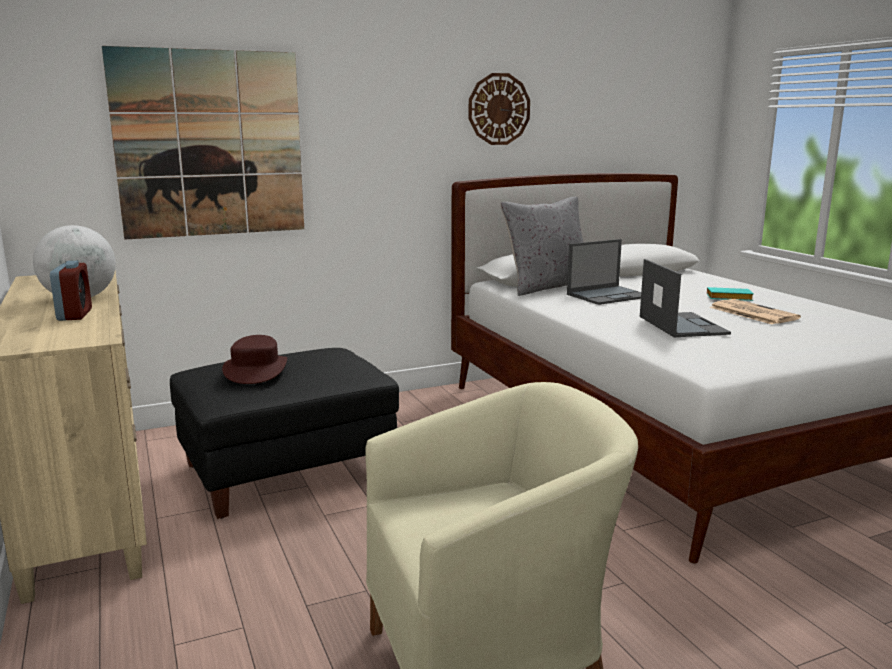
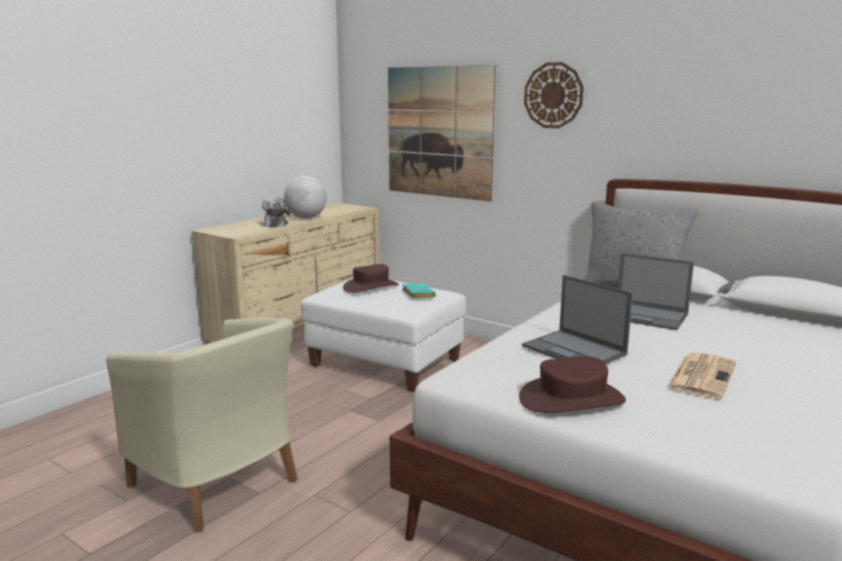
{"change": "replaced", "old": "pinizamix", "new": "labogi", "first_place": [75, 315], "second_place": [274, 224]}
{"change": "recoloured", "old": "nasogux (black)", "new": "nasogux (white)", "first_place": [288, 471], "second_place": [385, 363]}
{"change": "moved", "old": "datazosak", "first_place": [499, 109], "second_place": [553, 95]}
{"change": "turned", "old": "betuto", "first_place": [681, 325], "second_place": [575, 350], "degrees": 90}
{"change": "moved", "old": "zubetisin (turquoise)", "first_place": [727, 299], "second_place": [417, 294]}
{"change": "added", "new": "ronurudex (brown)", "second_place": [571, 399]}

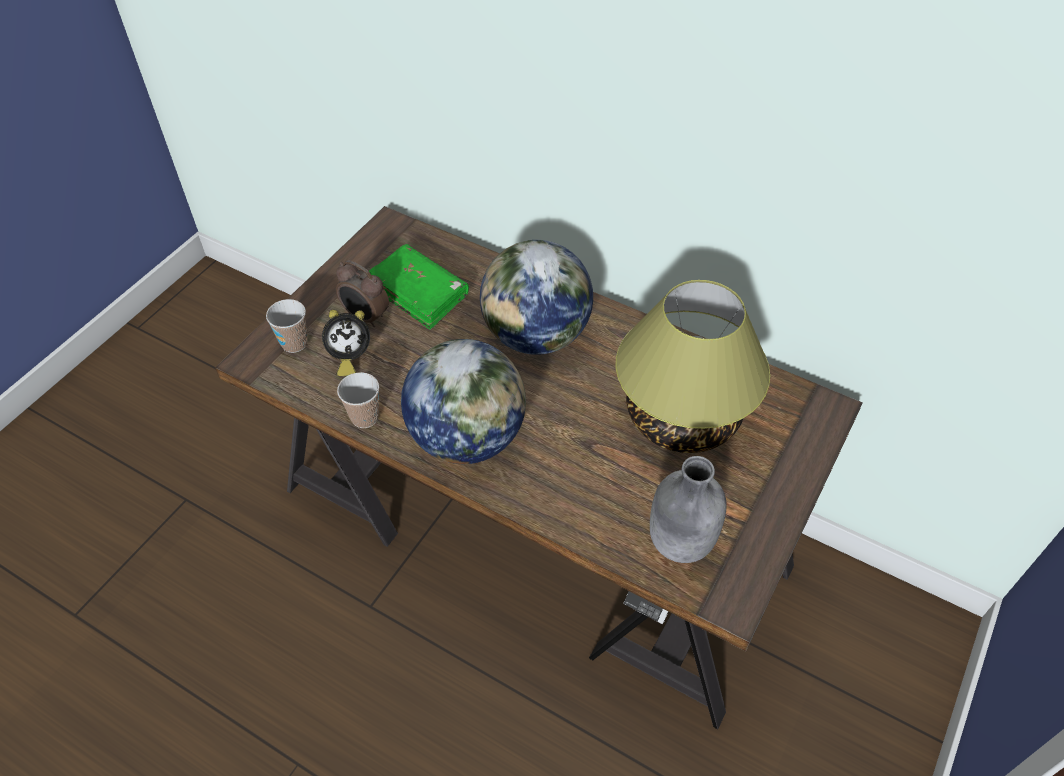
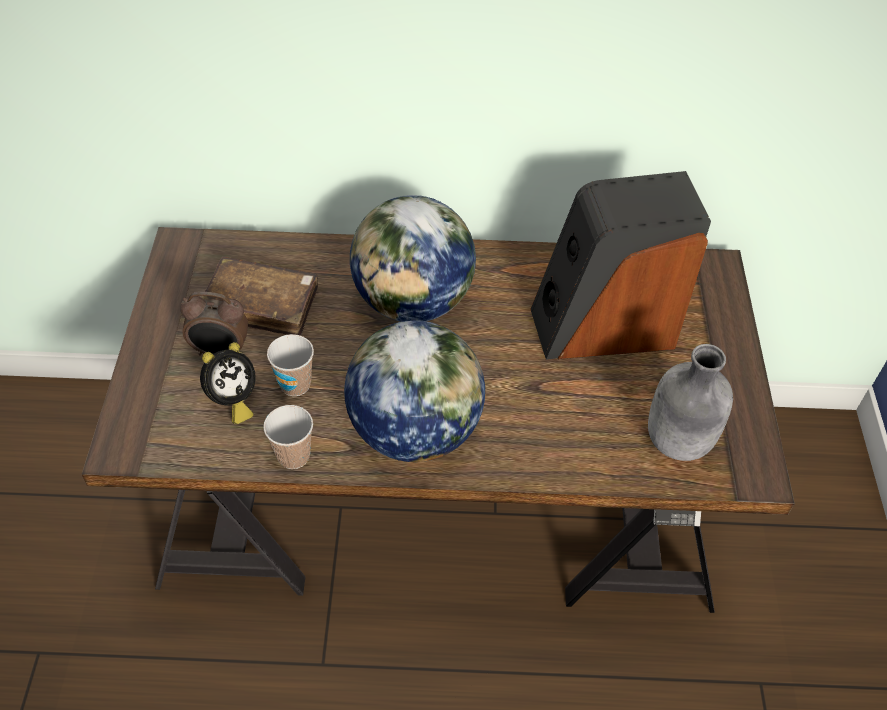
{"change": "moved", "old": "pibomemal", "first_place": [294, 343], "second_place": [295, 384]}
{"change": "recoloured", "old": "zubetisin (green)", "new": "zubetisin (brown)", "first_place": [419, 294], "second_place": [262, 305]}
{"change": "replaced", "old": "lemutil", "new": "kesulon", "first_place": [683, 418], "second_place": [602, 326]}

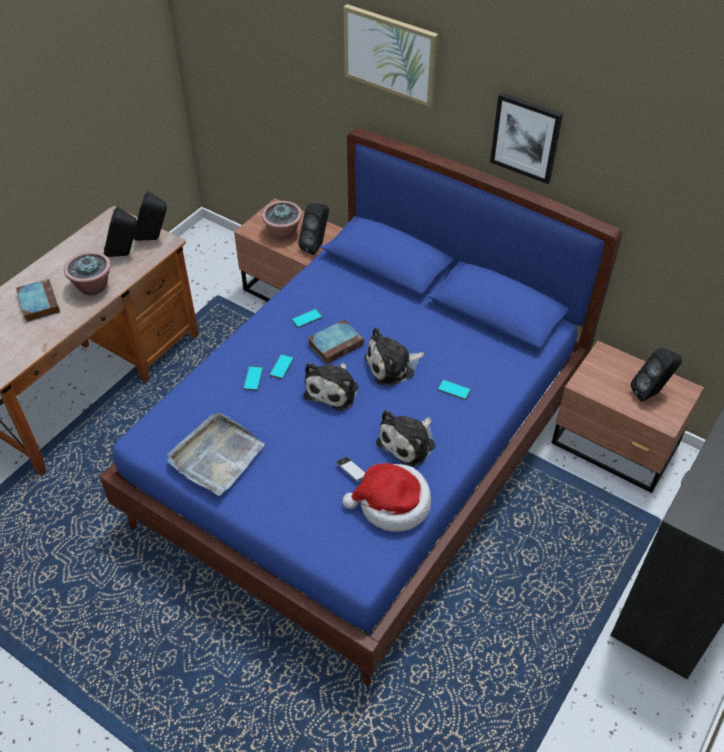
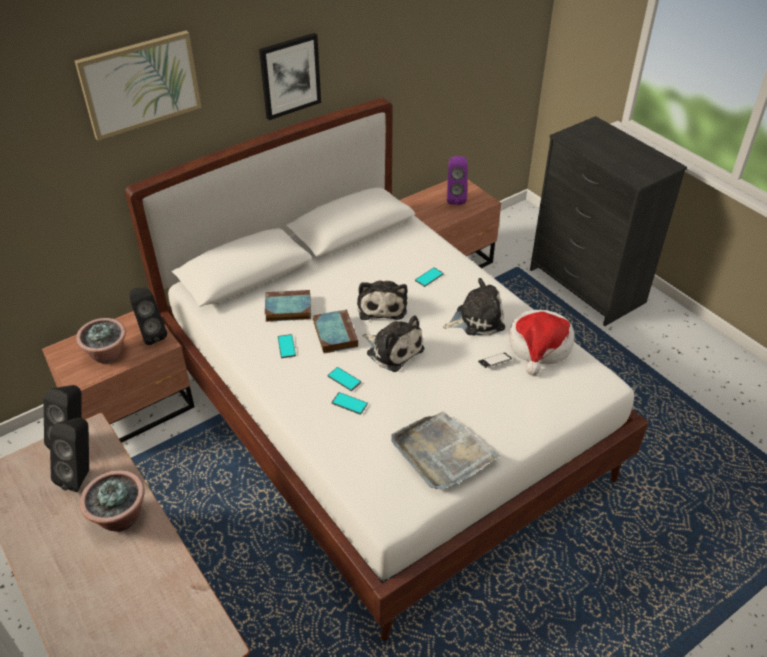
{"change": "moved", "old": "zubetisin", "first_place": [38, 303], "second_place": [287, 309]}
{"change": "recoloured", "old": "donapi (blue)", "new": "donapi (white)", "first_place": [363, 459], "second_place": [383, 418]}
{"change": "turned", "old": "labogi", "first_place": [409, 443], "second_place": [476, 319], "degrees": -75}
{"change": "recoloured", "old": "kesulon (black)", "new": "kesulon (purple)", "first_place": [650, 393], "second_place": [455, 198]}

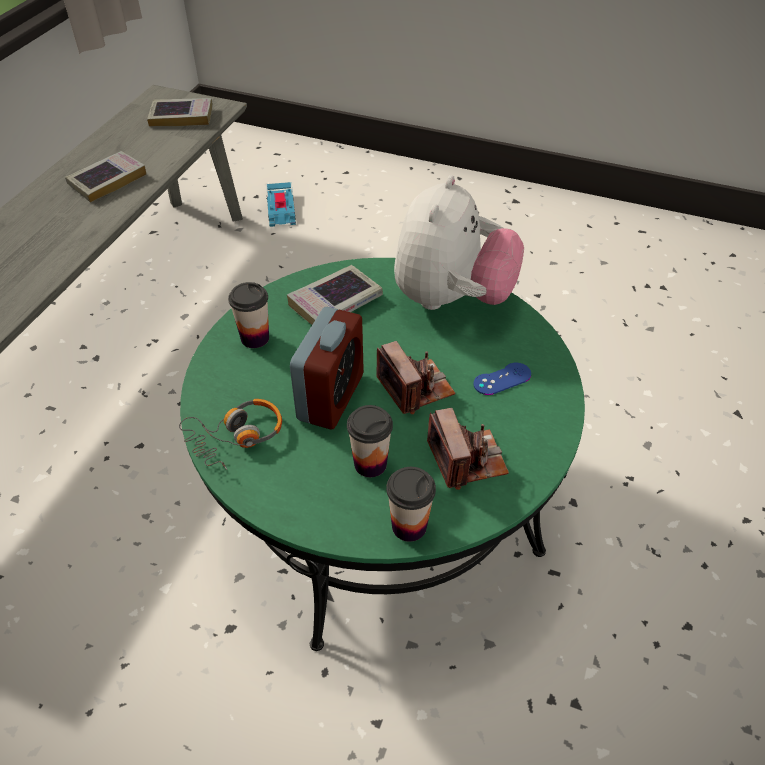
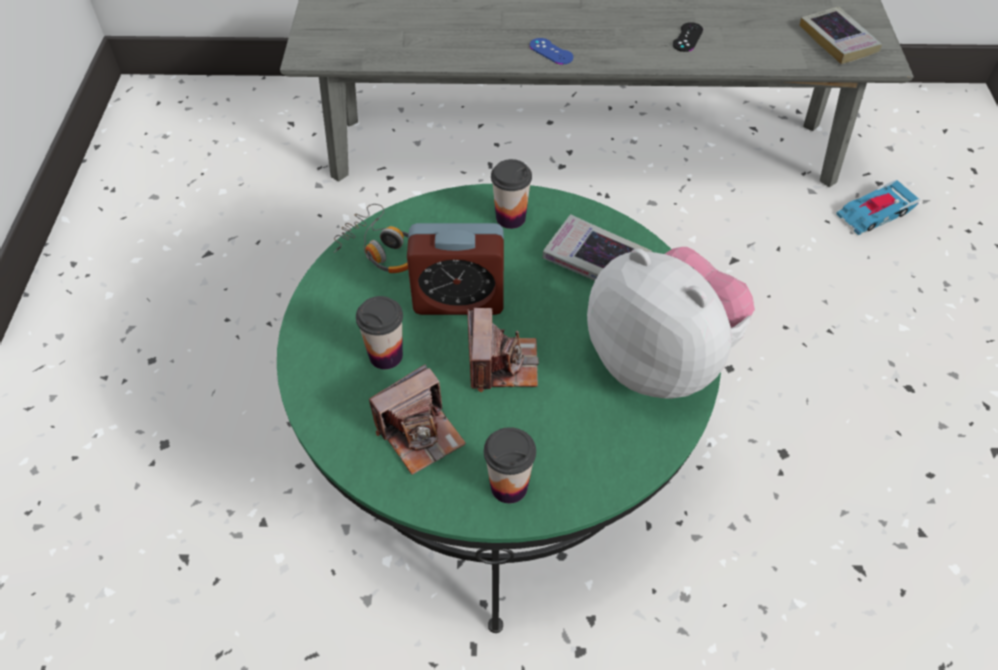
{"change": "replaced", "old": "zubetisin", "new": "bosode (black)", "first_place": [108, 181], "second_place": [687, 37]}
{"change": "turned", "old": "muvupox", "first_place": [415, 387], "second_place": [502, 364], "degrees": -45}
{"change": "moved", "old": "pibomemal", "first_place": [409, 526], "second_place": [509, 486]}
{"change": "turned", "old": "labogi", "first_place": [452, 299], "second_place": [660, 360], "degrees": -135}
{"change": "moved", "old": "bosode (blue)", "first_place": [502, 379], "second_place": [551, 51]}

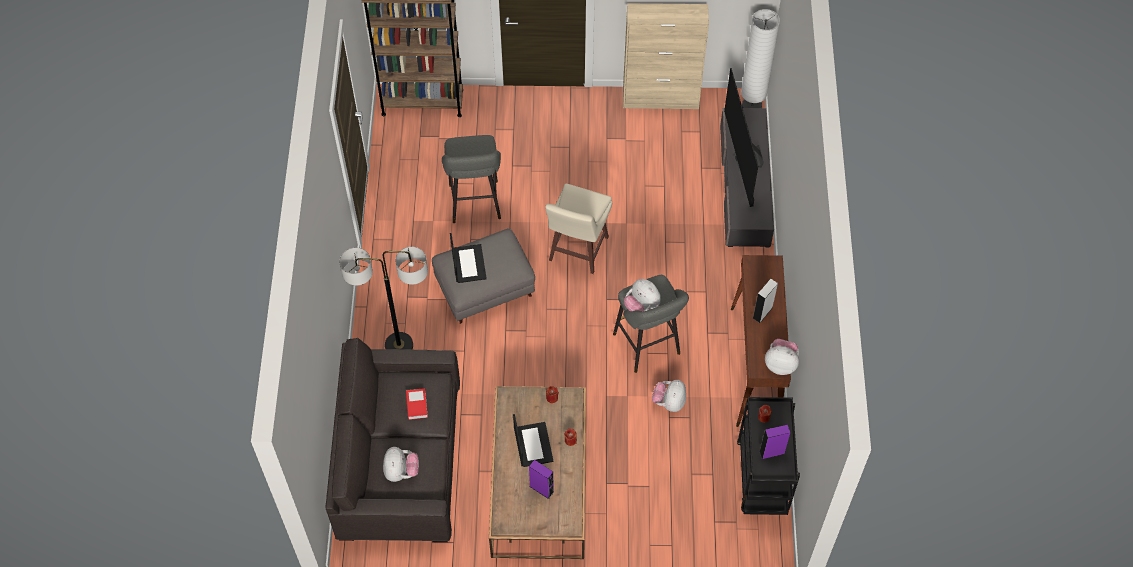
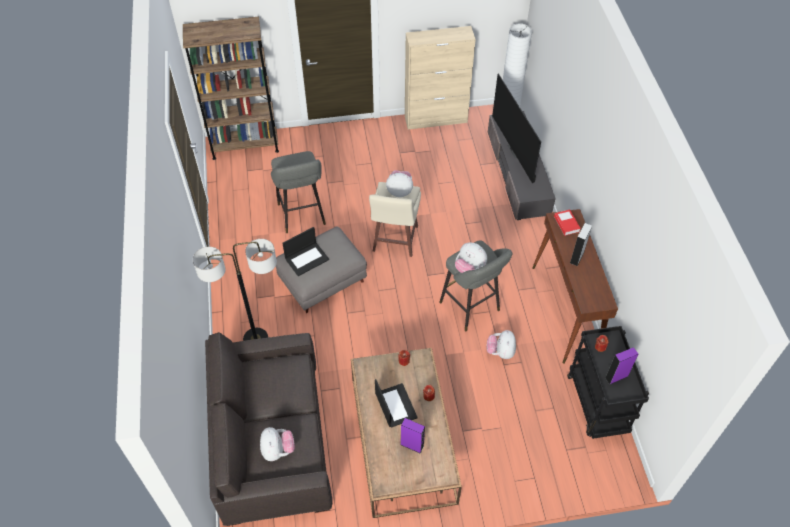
{"change": "moved", "old": "zubetisin", "first_place": [417, 405], "second_place": [566, 224]}
{"change": "turned", "old": "betuto", "first_place": [468, 263], "second_place": [307, 258], "degrees": 75}
{"change": "moved", "old": "labogi", "first_place": [780, 364], "second_place": [399, 191]}

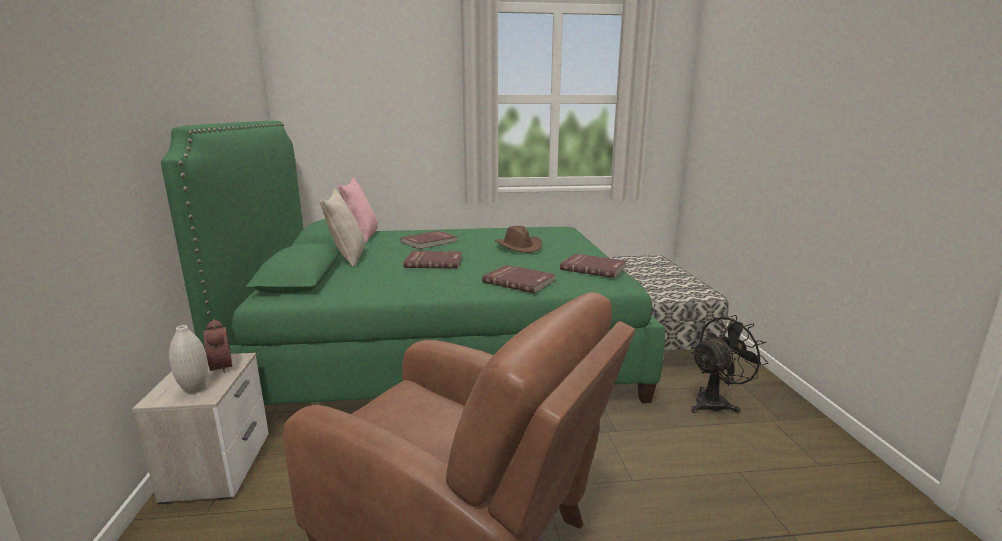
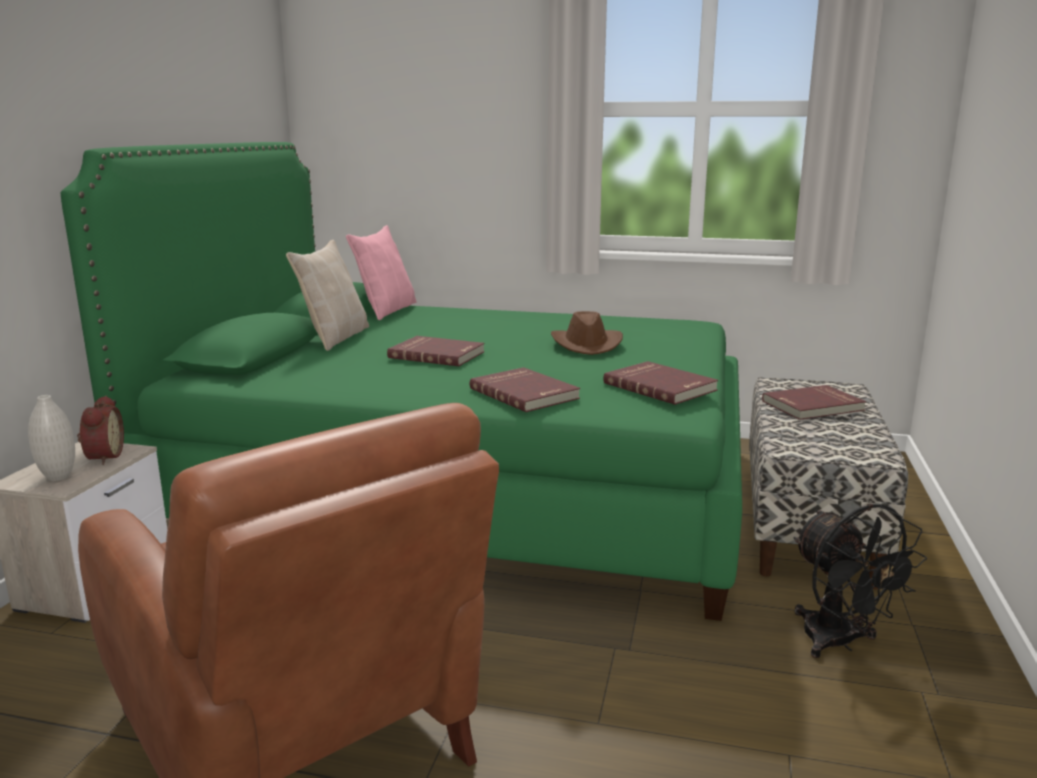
{"change": "moved", "old": "zubetisin (red)", "first_place": [429, 242], "second_place": [813, 406]}
{"change": "turned", "old": "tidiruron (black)", "first_place": [716, 402], "second_place": [839, 643], "degrees": 75}

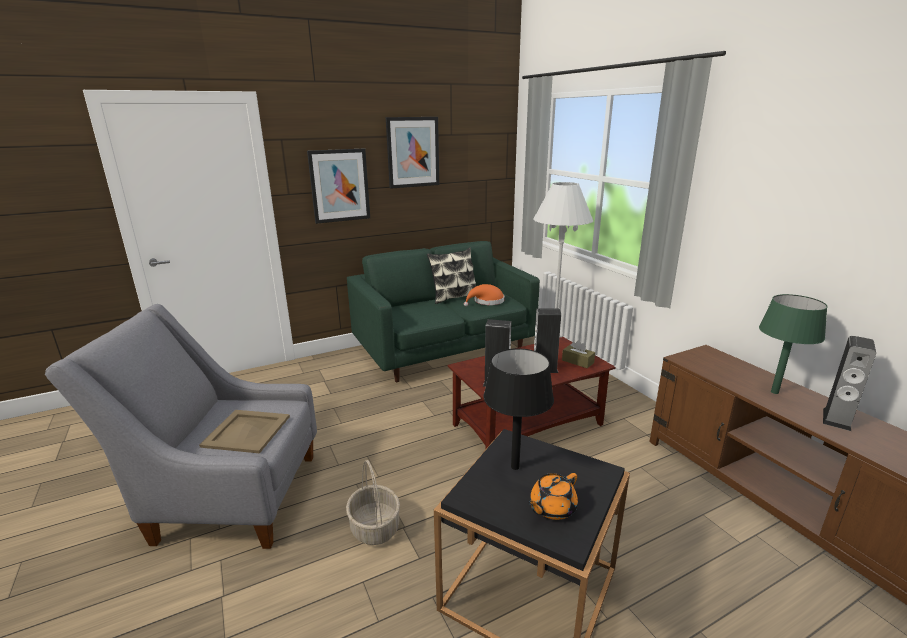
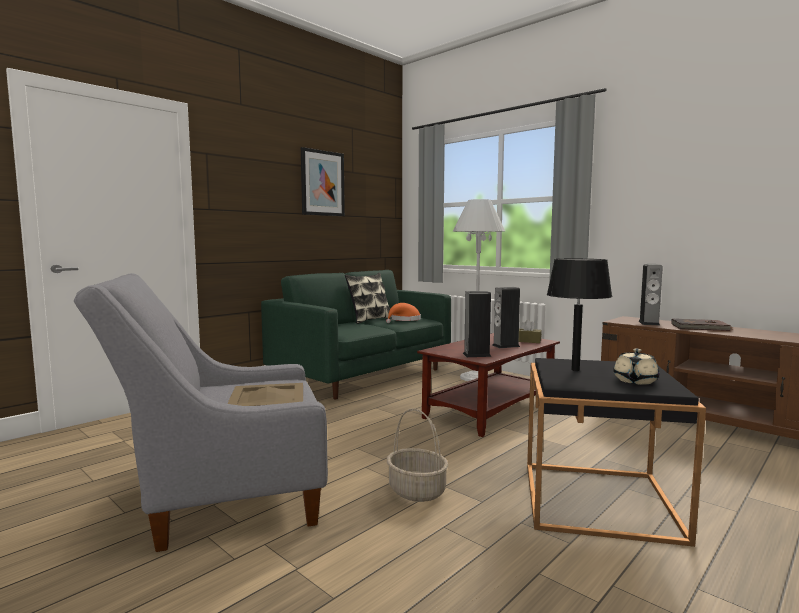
{"change": "removed", "old": "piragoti", "first_place": [339, 185]}
{"change": "recoloured", "old": "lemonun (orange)", "new": "lemonun (beige)", "first_place": [552, 508], "second_place": [635, 381]}
{"change": "replaced", "old": "lemutil (green)", "new": "zubetisin (brown)", "first_place": [774, 392], "second_place": [700, 327]}
{"change": "moved", "old": "kesulon", "first_place": [836, 419], "second_place": [649, 323]}

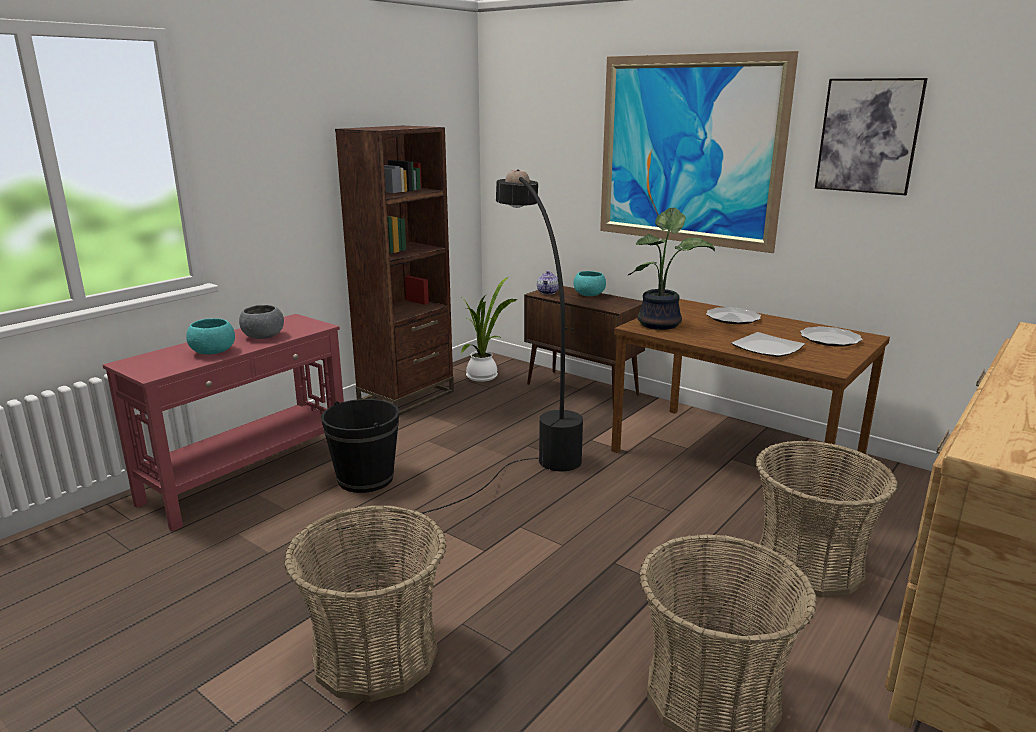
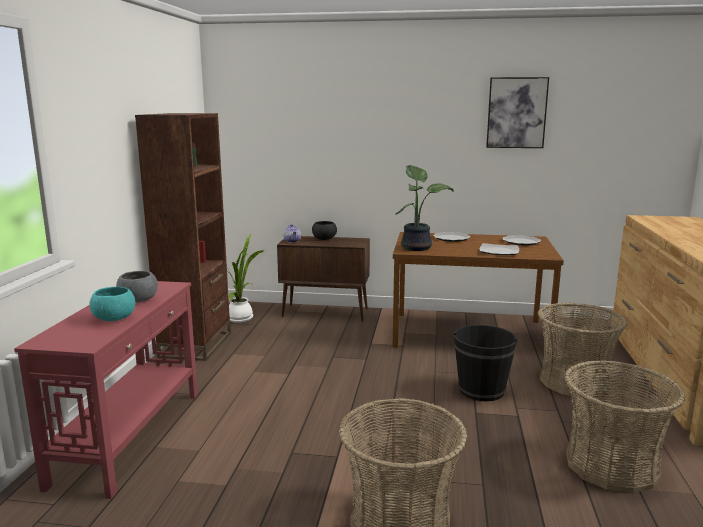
{"change": "moved", "old": "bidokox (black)", "first_place": [365, 479], "second_place": [481, 390]}
{"change": "removed", "old": "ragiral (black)", "first_place": [522, 443]}
{"change": "recoloured", "old": "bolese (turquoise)", "new": "bolese (black)", "first_place": [589, 295], "second_place": [324, 239]}
{"change": "removed", "old": "piragoti", "first_place": [688, 151]}

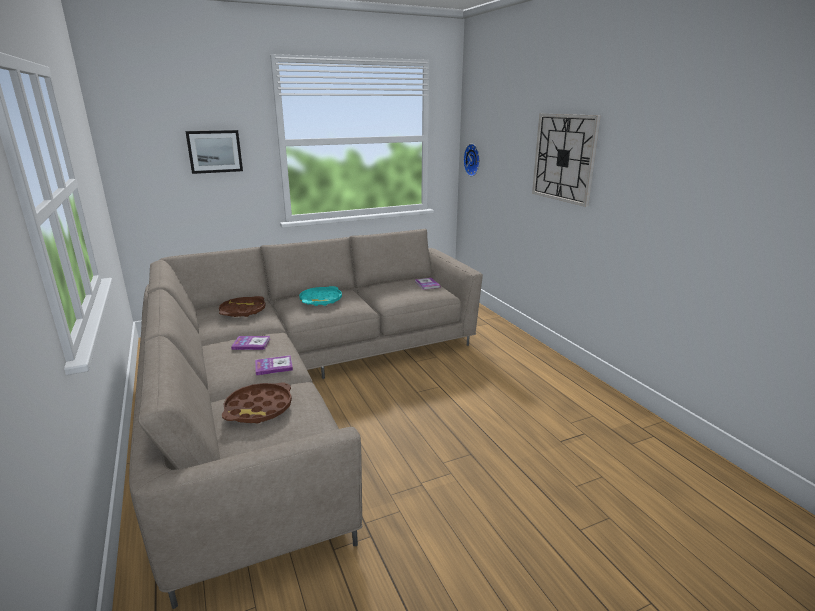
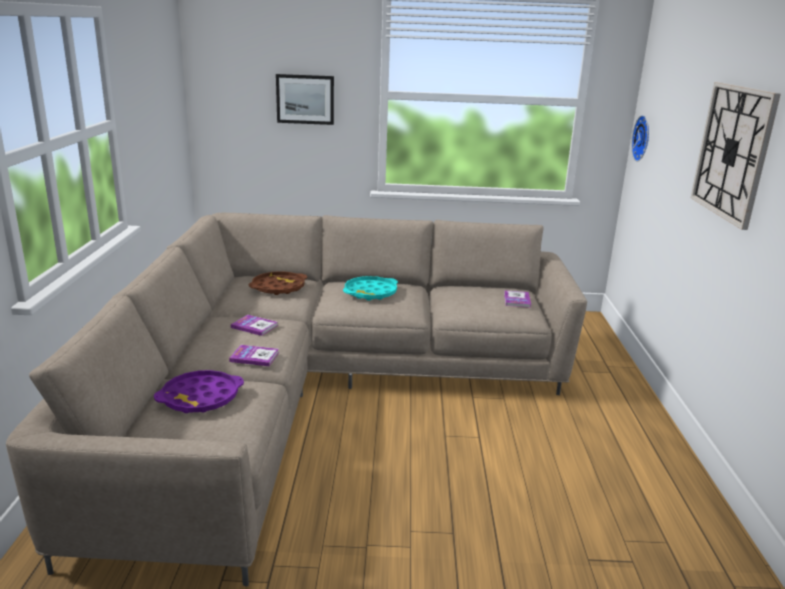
{"change": "recoloured", "old": "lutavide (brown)", "new": "lutavide (purple)", "first_place": [259, 408], "second_place": [200, 398]}

